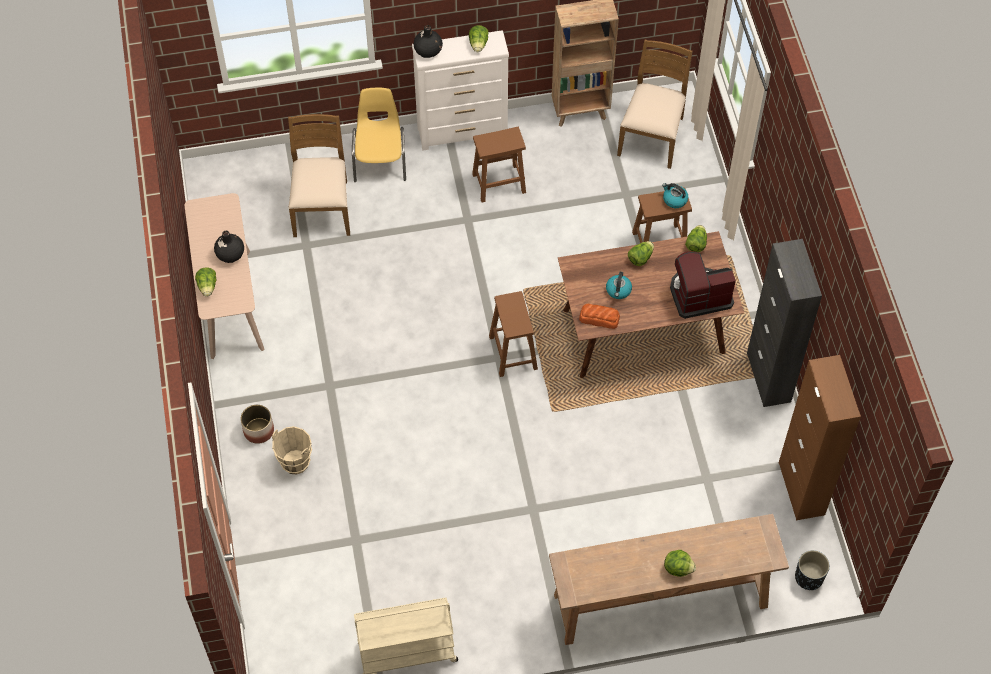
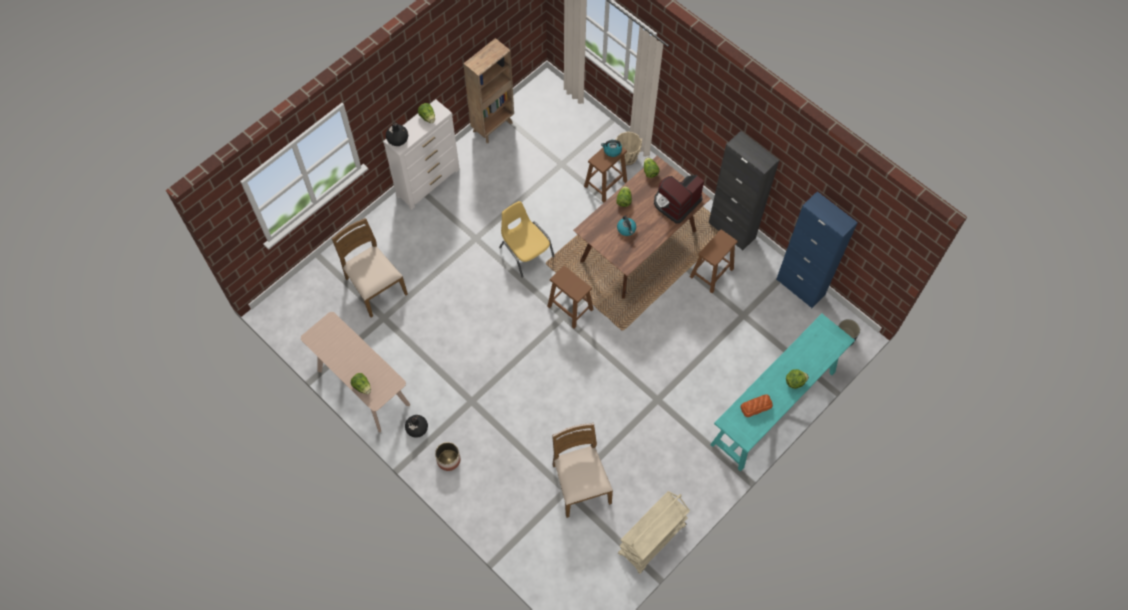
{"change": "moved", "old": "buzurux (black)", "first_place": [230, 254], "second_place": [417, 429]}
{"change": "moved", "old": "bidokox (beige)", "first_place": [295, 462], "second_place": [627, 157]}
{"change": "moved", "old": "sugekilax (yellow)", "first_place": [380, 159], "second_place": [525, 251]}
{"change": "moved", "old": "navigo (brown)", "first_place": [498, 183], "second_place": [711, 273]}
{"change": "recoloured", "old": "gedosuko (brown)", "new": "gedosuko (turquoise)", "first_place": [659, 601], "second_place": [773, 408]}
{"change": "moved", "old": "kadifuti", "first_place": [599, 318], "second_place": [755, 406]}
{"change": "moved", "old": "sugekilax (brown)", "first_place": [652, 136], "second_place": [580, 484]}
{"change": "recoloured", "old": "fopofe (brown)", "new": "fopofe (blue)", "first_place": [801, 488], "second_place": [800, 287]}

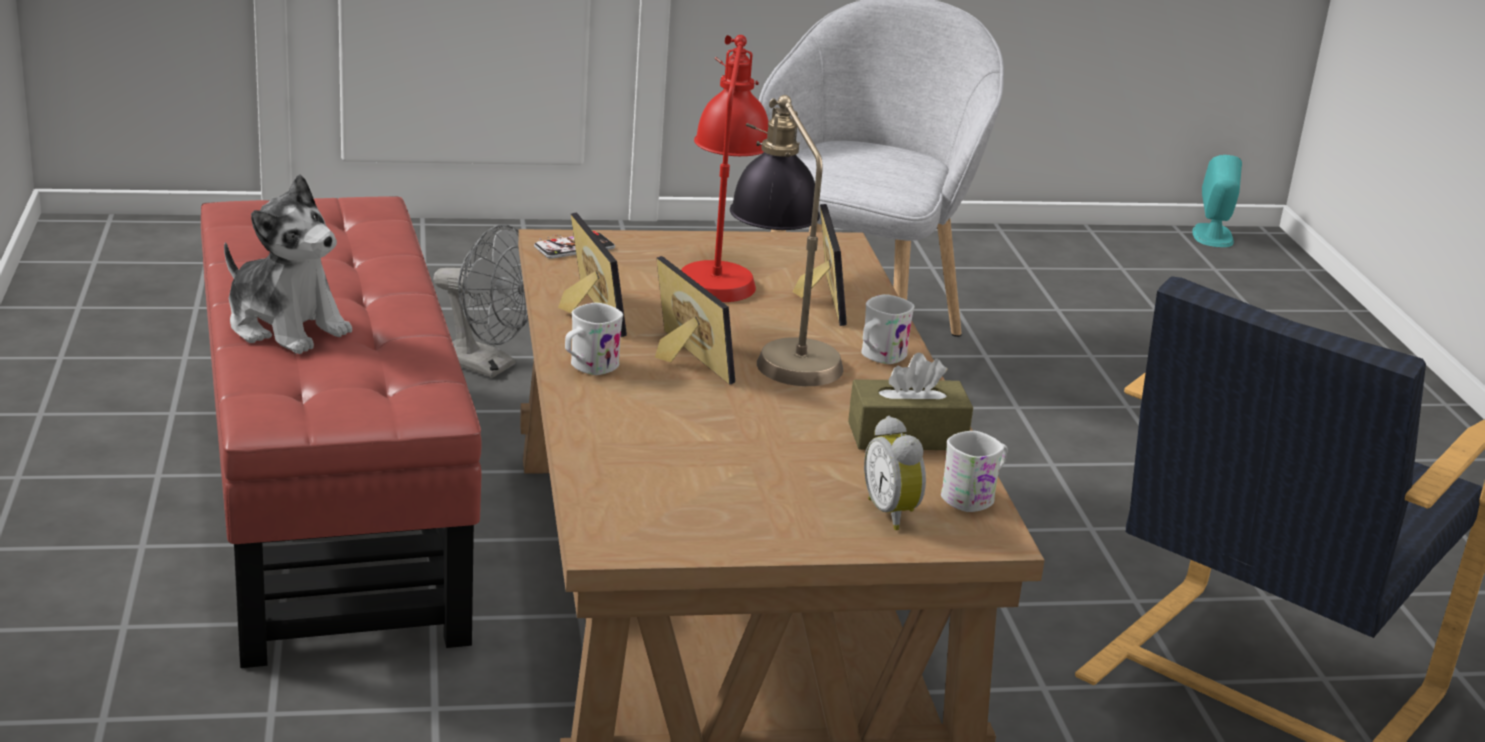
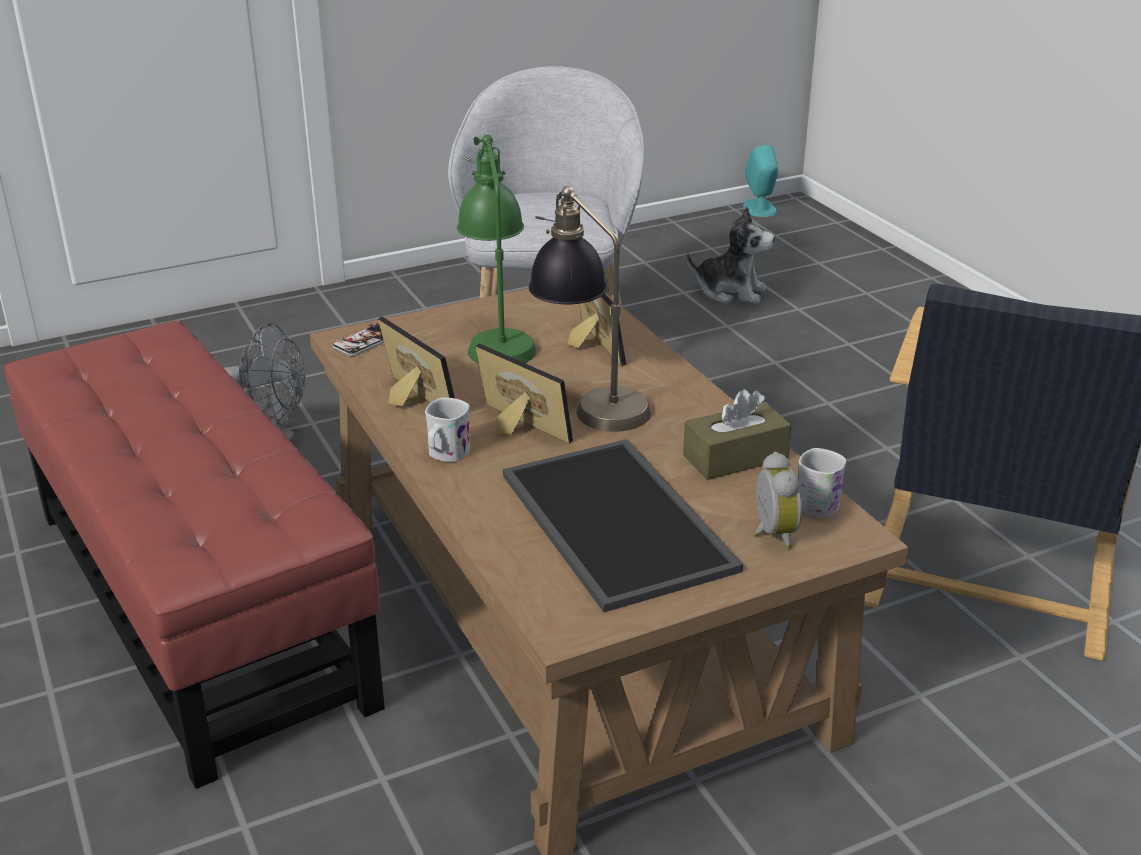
{"change": "moved", "old": "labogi", "first_place": [286, 326], "second_place": [731, 292]}
{"change": "recoloured", "old": "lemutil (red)", "new": "lemutil (green)", "first_place": [718, 271], "second_place": [496, 337]}
{"change": "removed", "old": "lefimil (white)", "first_place": [879, 357]}
{"change": "turned", "old": "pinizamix", "first_place": [893, 513], "second_place": [771, 534], "degrees": -150}
{"change": "added", "new": "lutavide", "second_place": [621, 522]}

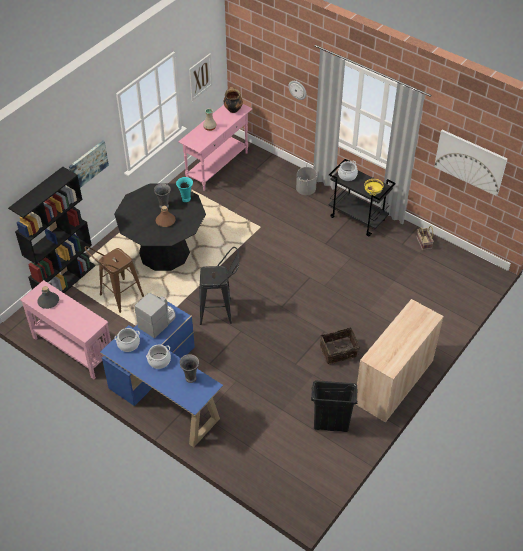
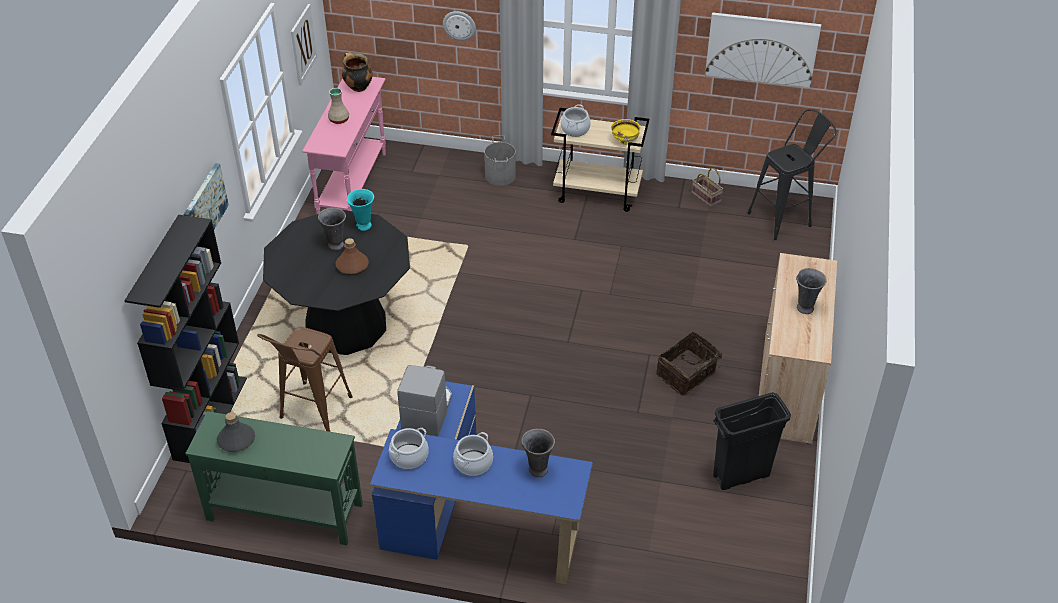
{"change": "recoloured", "old": "gedosuko (pink)", "new": "gedosuko (green)", "first_place": [73, 348], "second_place": [284, 511]}
{"change": "moved", "old": "navigo (black)", "first_place": [220, 311], "second_place": [785, 218]}
{"change": "recoloured", "old": "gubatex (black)", "new": "gubatex (beige)", "first_place": [358, 218], "second_place": [598, 193]}
{"change": "added", "new": "buzurux (grey)", "second_place": [805, 307]}

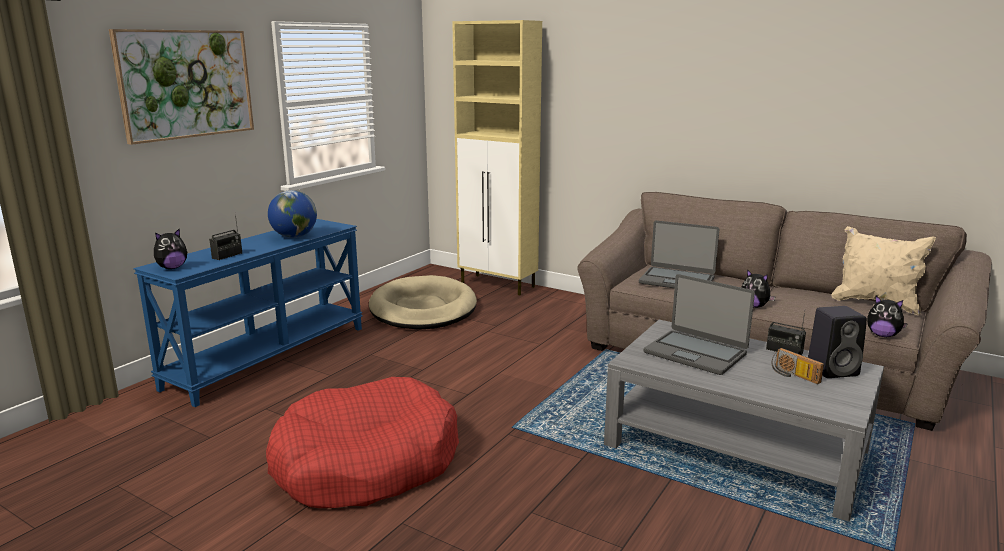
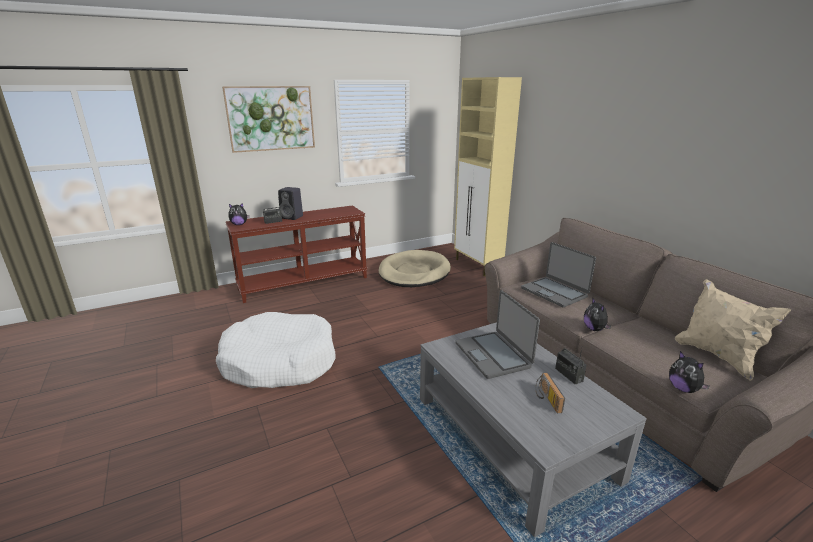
{"change": "recoloured", "old": "gedosuko (blue)", "new": "gedosuko (brown)", "first_place": [268, 356], "second_place": [304, 283]}
{"change": "recoloured", "old": "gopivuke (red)", "new": "gopivuke (white)", "first_place": [366, 463], "second_place": [279, 362]}
{"change": "removed", "old": "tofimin", "first_place": [294, 237]}
{"change": "moved", "old": "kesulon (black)", "first_place": [833, 370], "second_place": [292, 217]}

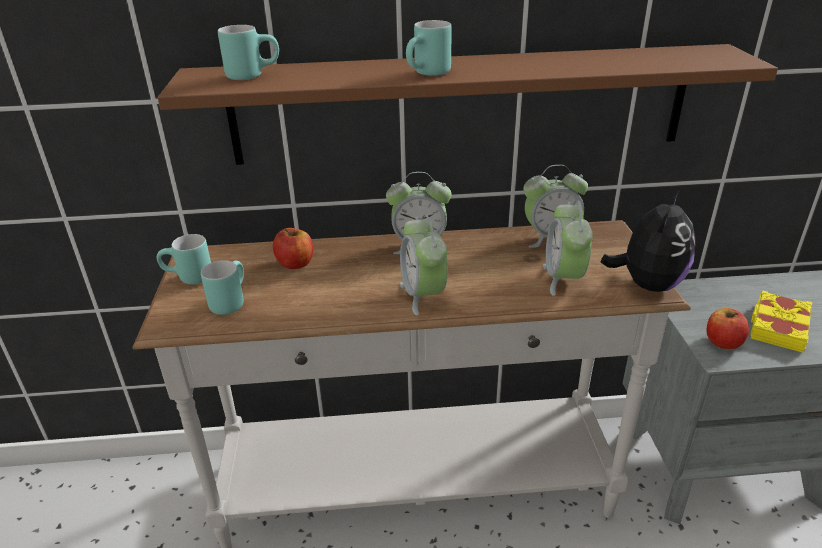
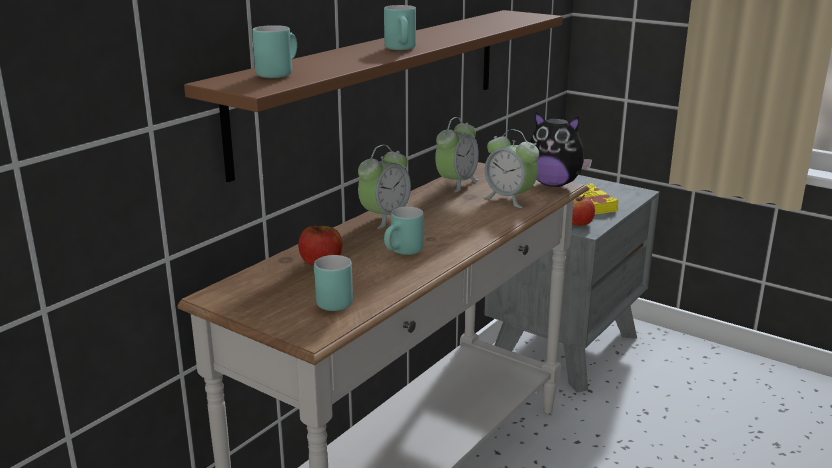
{"change": "moved", "old": "lefimil (turquoise)", "first_place": [188, 279], "second_place": [404, 253]}
{"change": "removed", "old": "pinizamix", "first_place": [423, 295]}
{"change": "turned", "old": "labogi", "first_place": [647, 284], "second_place": [554, 184], "degrees": 135}

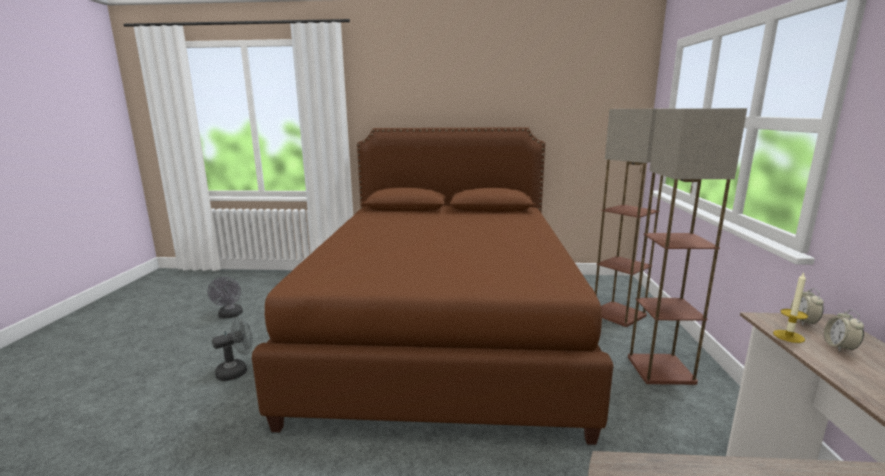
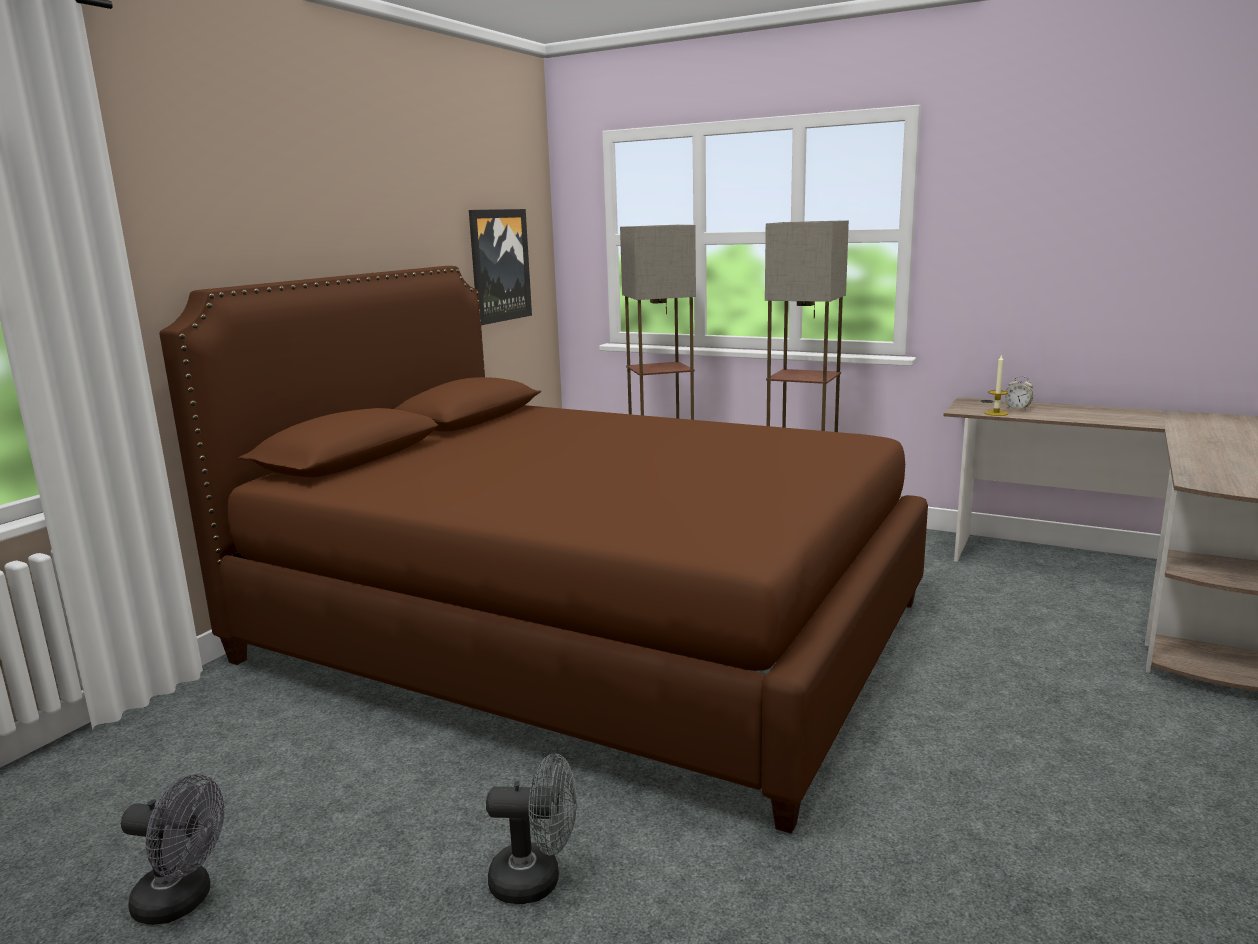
{"change": "turned", "old": "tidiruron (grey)", "first_place": [237, 371], "second_place": [537, 880], "degrees": 105}
{"change": "removed", "old": "pinizamix", "first_place": [803, 322]}
{"change": "added", "new": "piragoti", "second_place": [499, 265]}

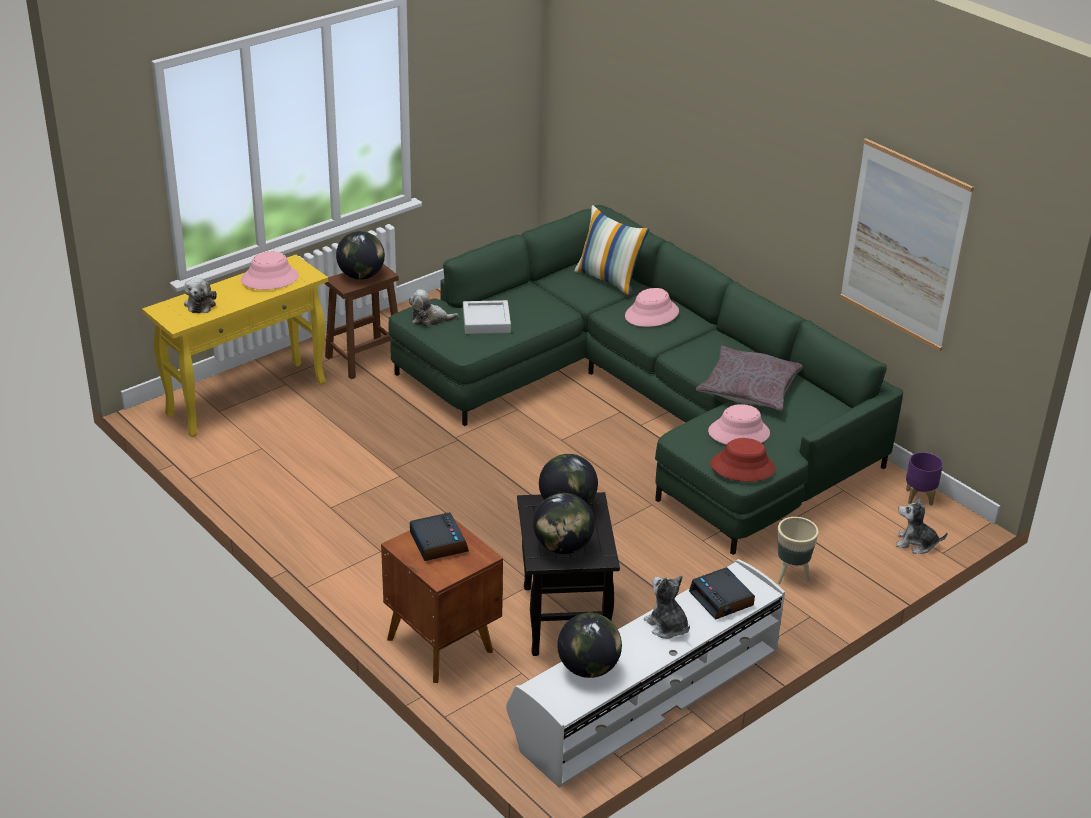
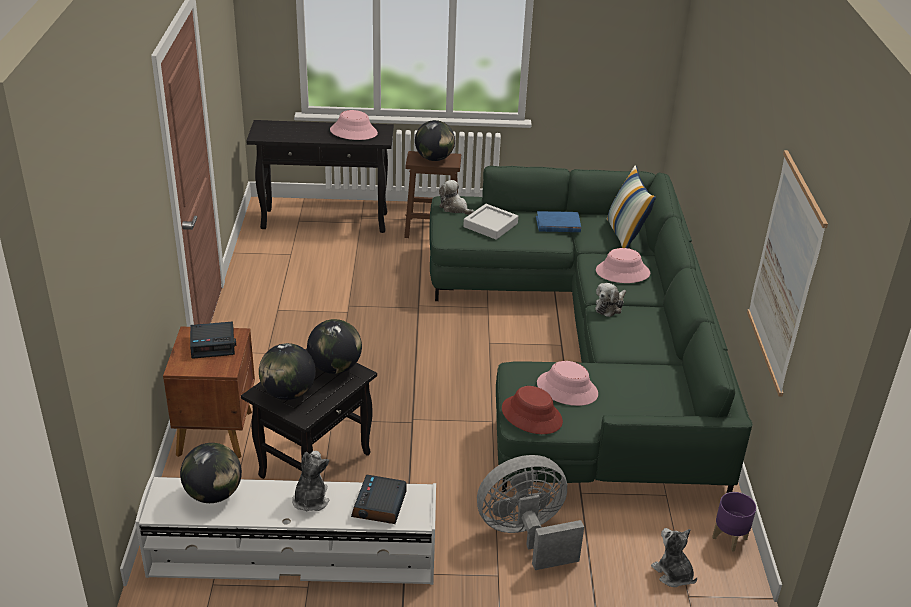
{"change": "recoloured", "old": "gedosuko (yellow)", "new": "gedosuko (black)", "first_place": [247, 398], "second_place": [326, 221]}
{"change": "moved", "old": "labogi", "first_place": [200, 303], "second_place": [610, 307]}
{"change": "turned", "old": "pinizamix", "first_place": [438, 542], "second_place": [213, 344], "degrees": 60}
{"change": "removed", "old": "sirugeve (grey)", "first_place": [749, 388]}
{"change": "replaced", "old": "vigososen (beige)", "new": "tidiruron (grey)", "first_place": [791, 576], "second_place": [526, 535]}
{"change": "added", "new": "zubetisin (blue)", "second_place": [557, 224]}

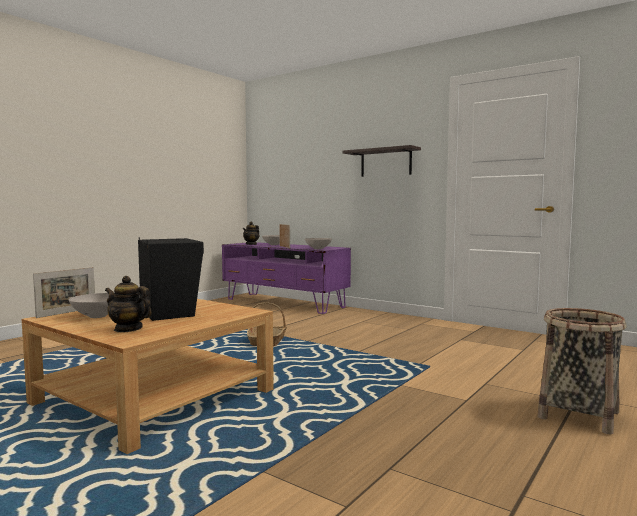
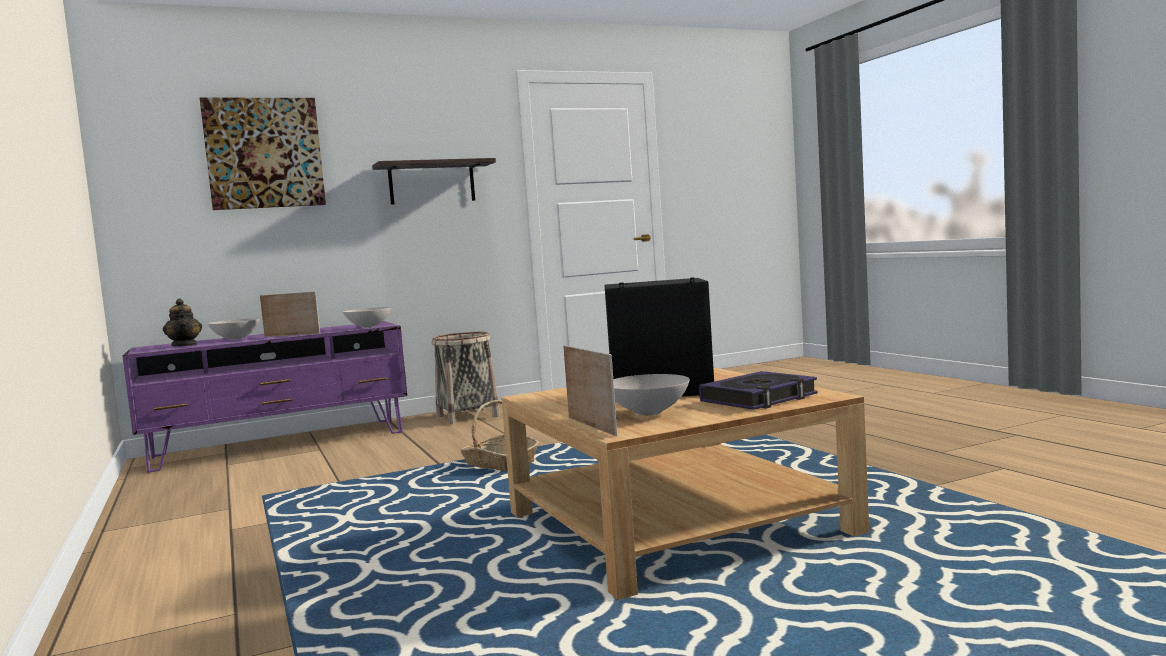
{"change": "replaced", "old": "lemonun", "new": "zubetisin", "first_place": [128, 329], "second_place": [759, 398]}
{"change": "moved", "old": "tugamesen", "first_place": [579, 415], "second_place": [468, 416]}
{"change": "added", "new": "piragoti", "second_place": [264, 153]}

